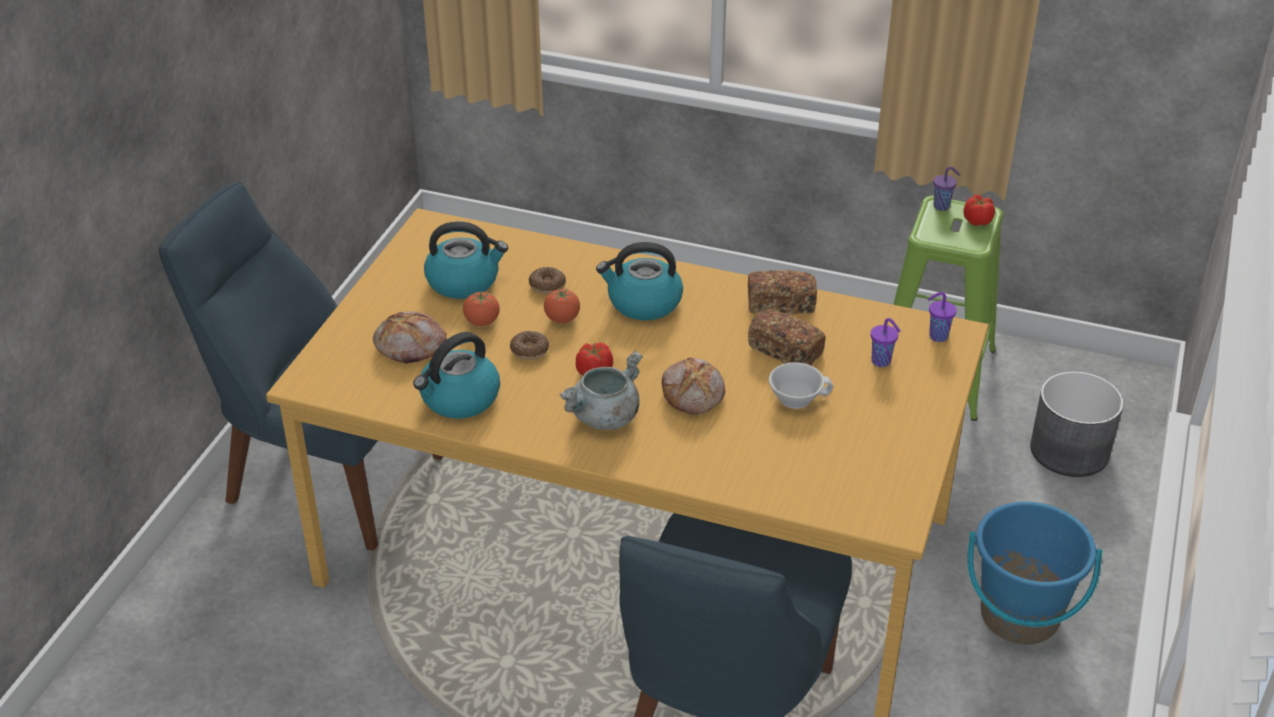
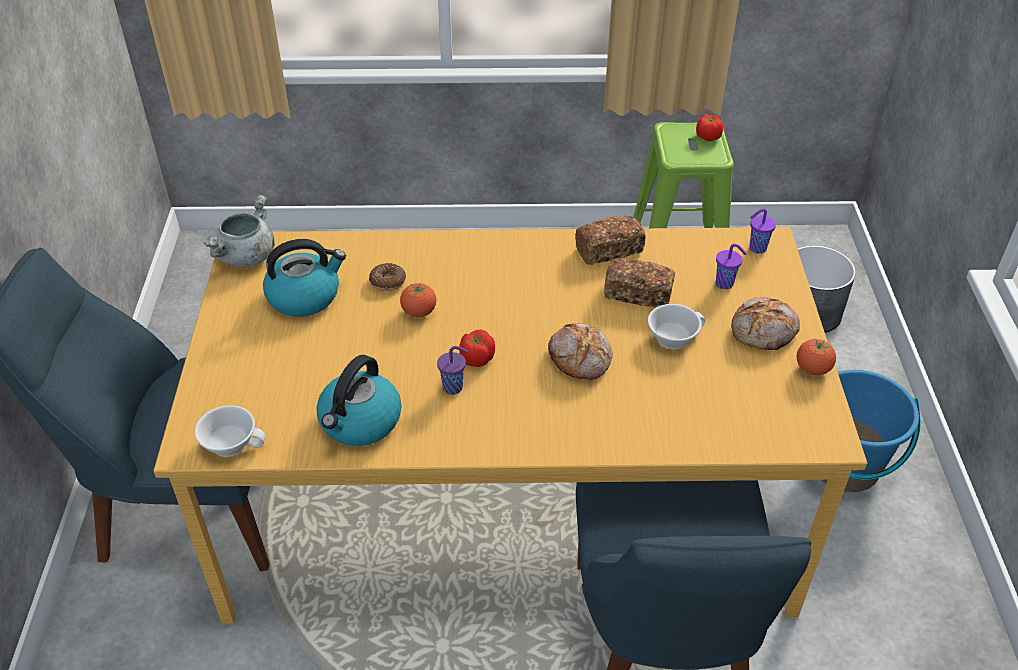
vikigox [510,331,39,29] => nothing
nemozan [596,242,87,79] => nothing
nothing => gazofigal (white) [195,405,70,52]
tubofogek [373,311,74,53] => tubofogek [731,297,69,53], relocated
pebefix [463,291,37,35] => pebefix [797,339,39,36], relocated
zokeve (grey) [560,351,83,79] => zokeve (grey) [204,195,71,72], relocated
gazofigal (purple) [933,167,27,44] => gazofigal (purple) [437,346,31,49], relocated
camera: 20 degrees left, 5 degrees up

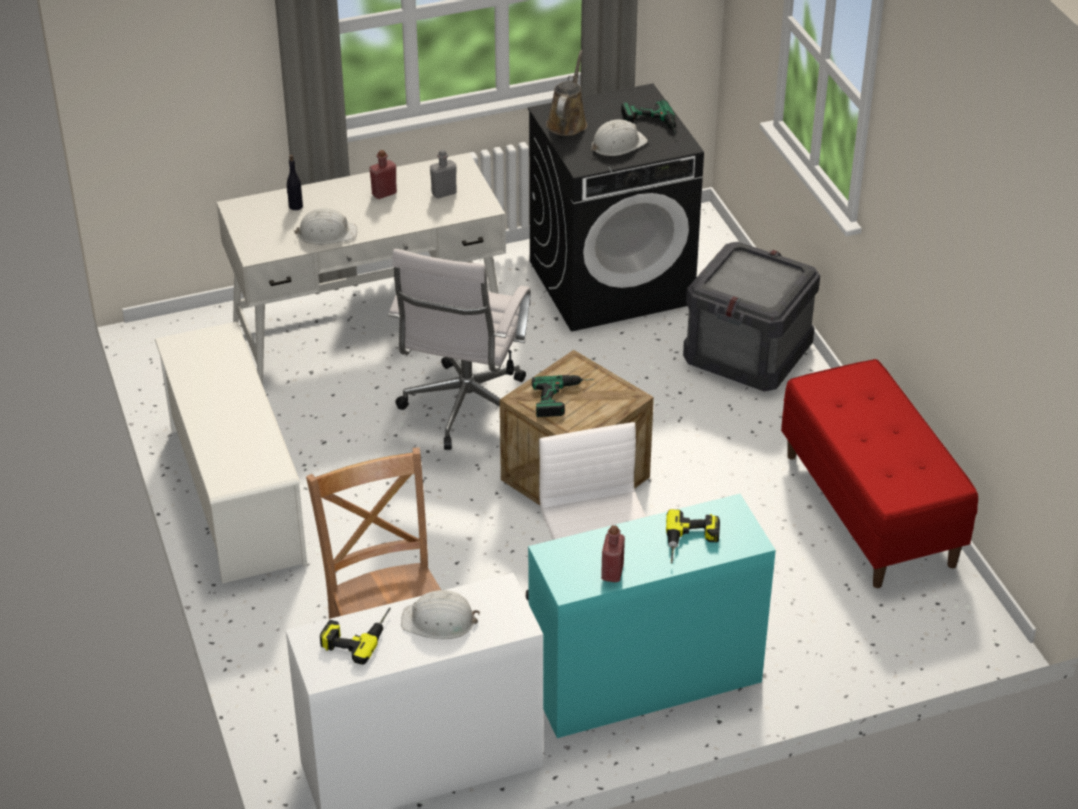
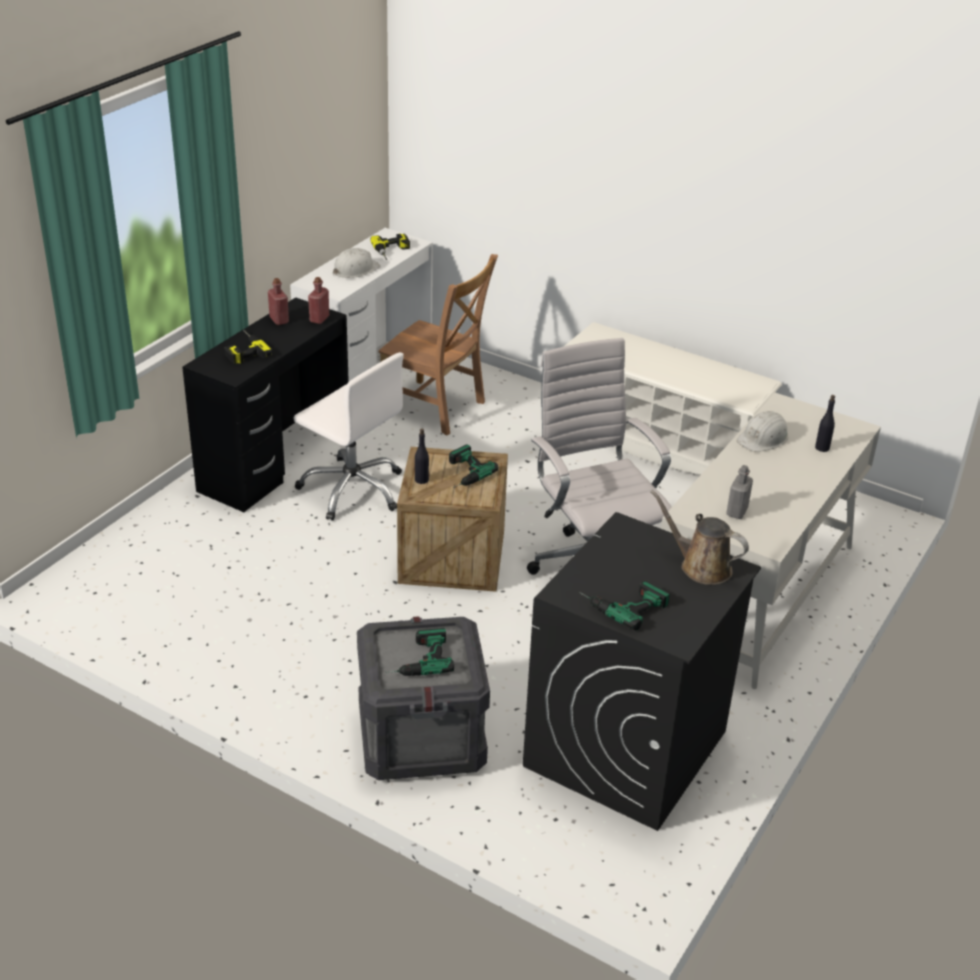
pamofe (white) [591,119,57,37] => nothing
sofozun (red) [781,359,197,229] => nothing
nothing => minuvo [385,628,69,48]
nothing => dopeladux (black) [415,429,14,55]
dopeladux (red) [370,150,27,49] => dopeladux (red) [308,277,21,47], relocated
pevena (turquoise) [528,494,248,244] => pevena (black) [182,297,167,215]
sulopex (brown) [546,50,41,86] => sulopex (brown) [650,490,99,95], 150 degrees clockwise
camera: 140 degrees right, 5 degrees down

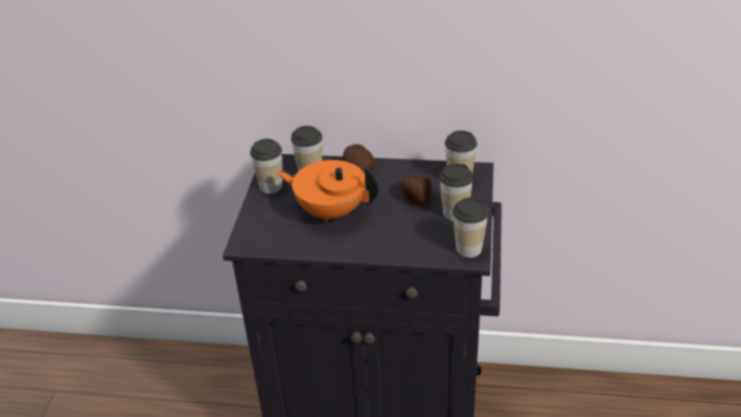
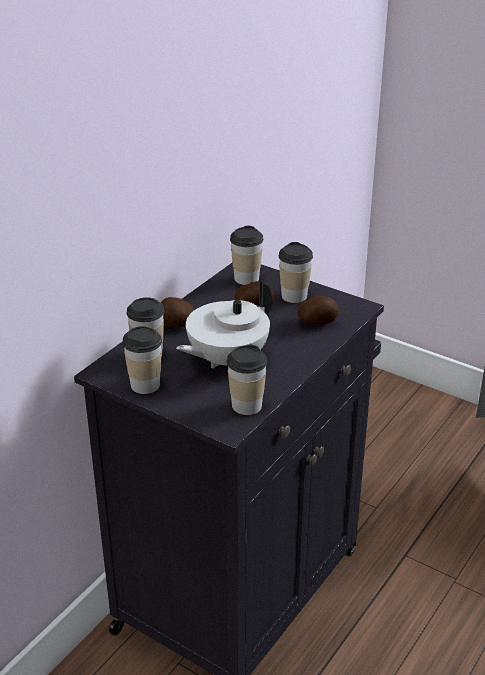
nothing => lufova [298,295,41,30]
gazofigal [453,197,36,61] => gazofigal [227,344,40,71], relocated
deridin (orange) [276,160,103,63] => deridin (white) [176,281,96,88]
camera: 65 degrees left, 5 degrees down

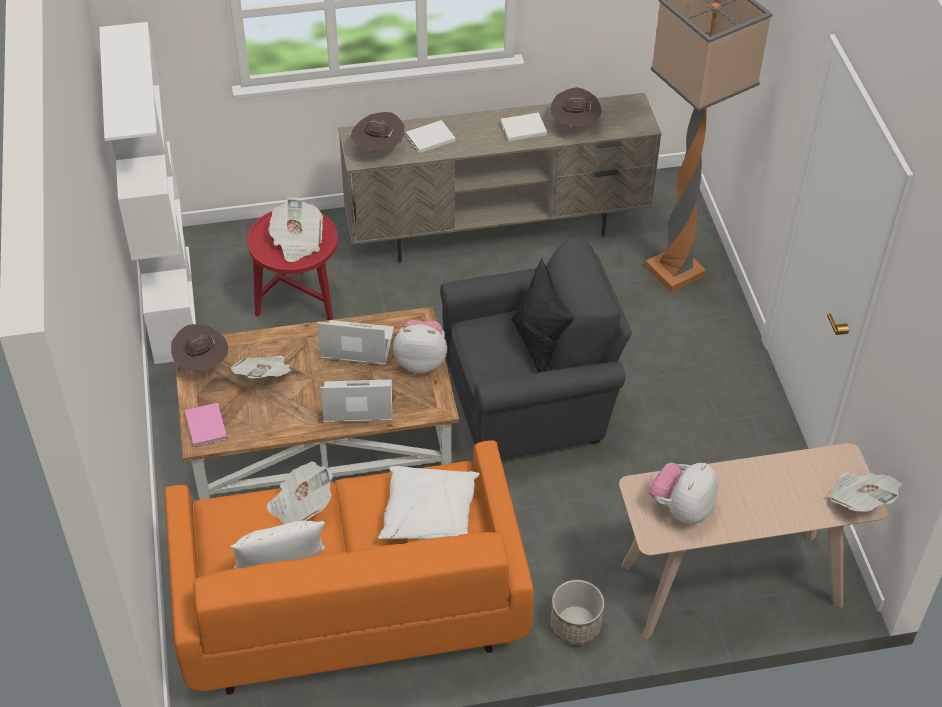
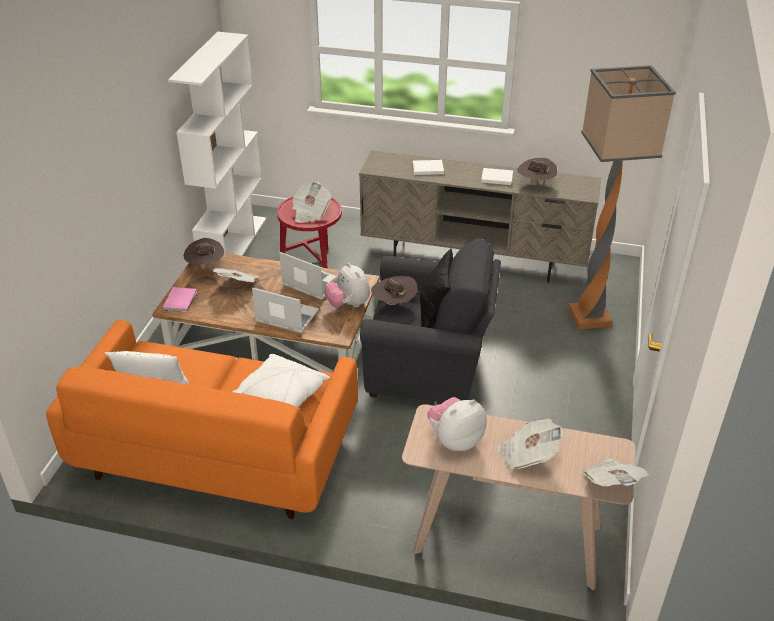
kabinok [550,580,54,65] => nothing
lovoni [267,462,66,62] => lovoni [497,419,67,51], relocated
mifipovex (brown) [351,112,54,40] => mifipovex (brown) [371,276,47,29], relocated
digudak [393,320,54,53] => digudak [325,263,45,44], 150 degrees counterclockwise
camera: 25 degrees right, 10 degrees down

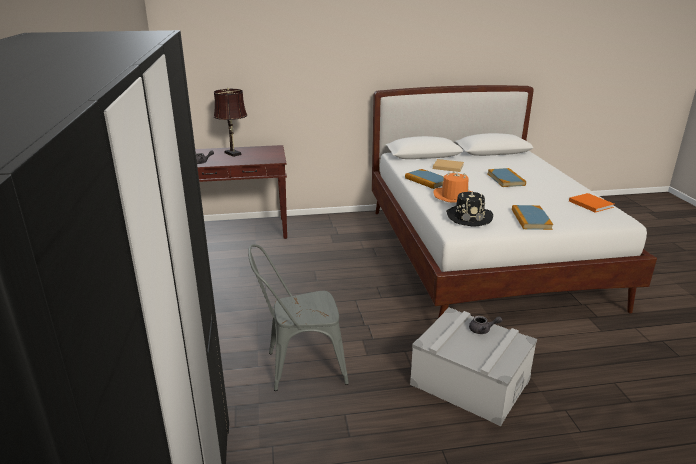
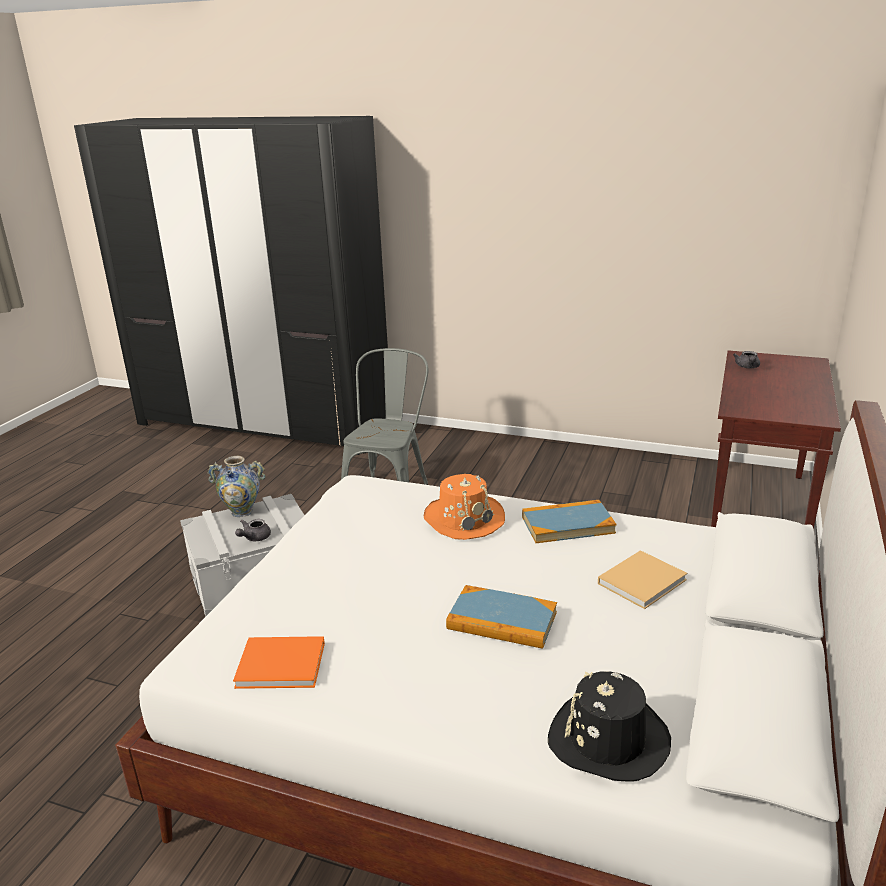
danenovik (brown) [214,88,33,69] => nothing
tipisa [512,205,41,25] => nothing
nothing => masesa [207,456,59,61]
mifipovex (black) [446,192,47,35] => mifipovex (black) [548,671,123,111], relocated
camera: 120 degrees right, 0 degrees up

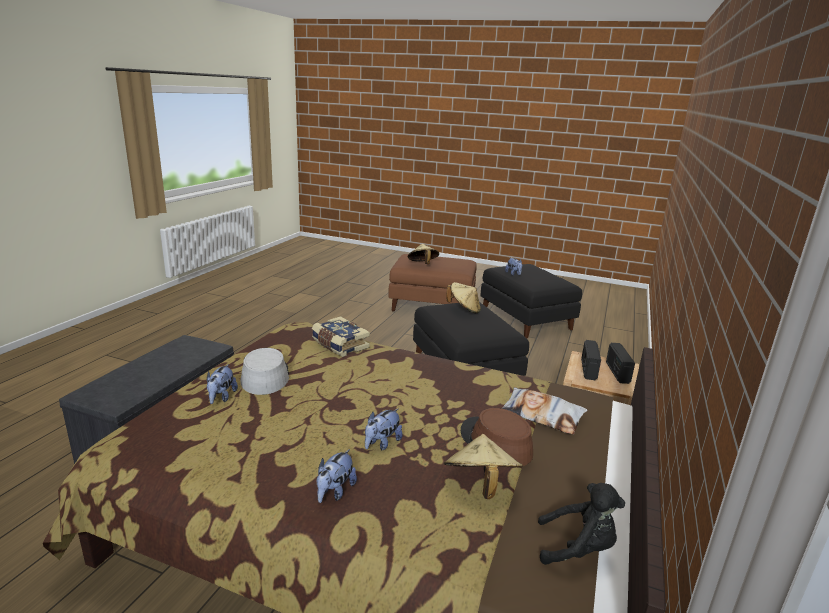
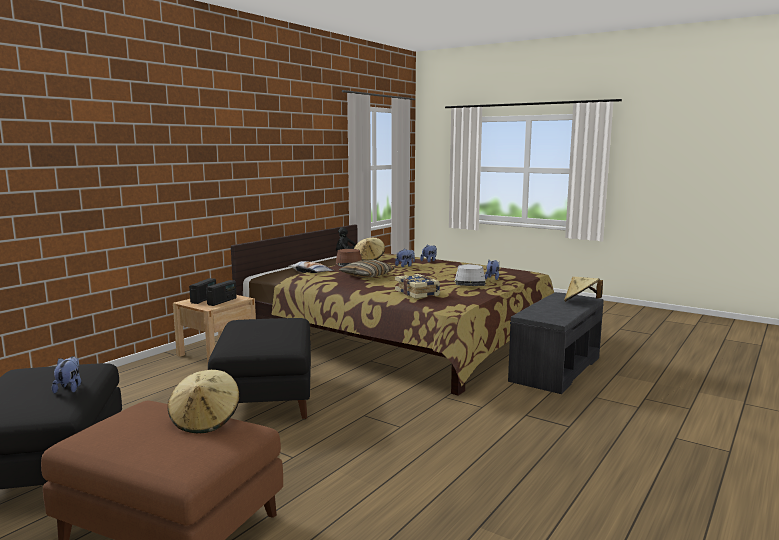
nothing => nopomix [339,260,56,18]
mifipovex (beige) [446,282,35,31] => mifipovex (beige) [564,277,39,25], relocated
camera: 165 degrees left, 10 degrees down

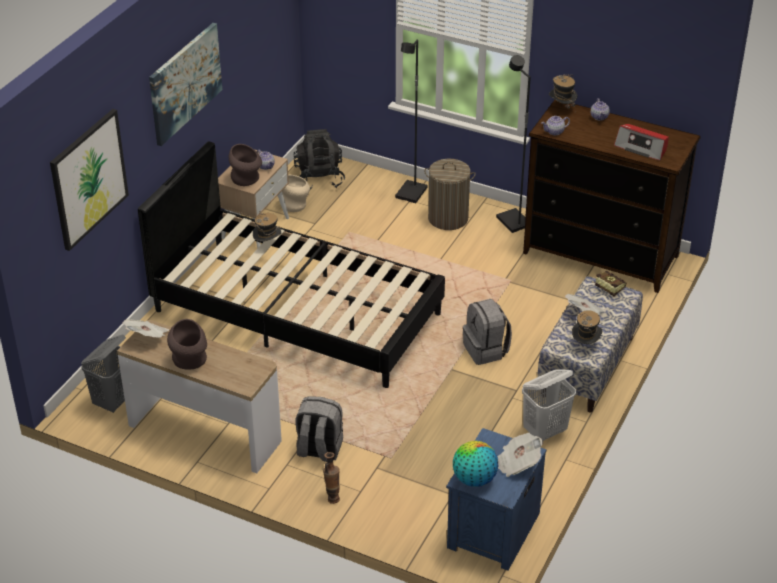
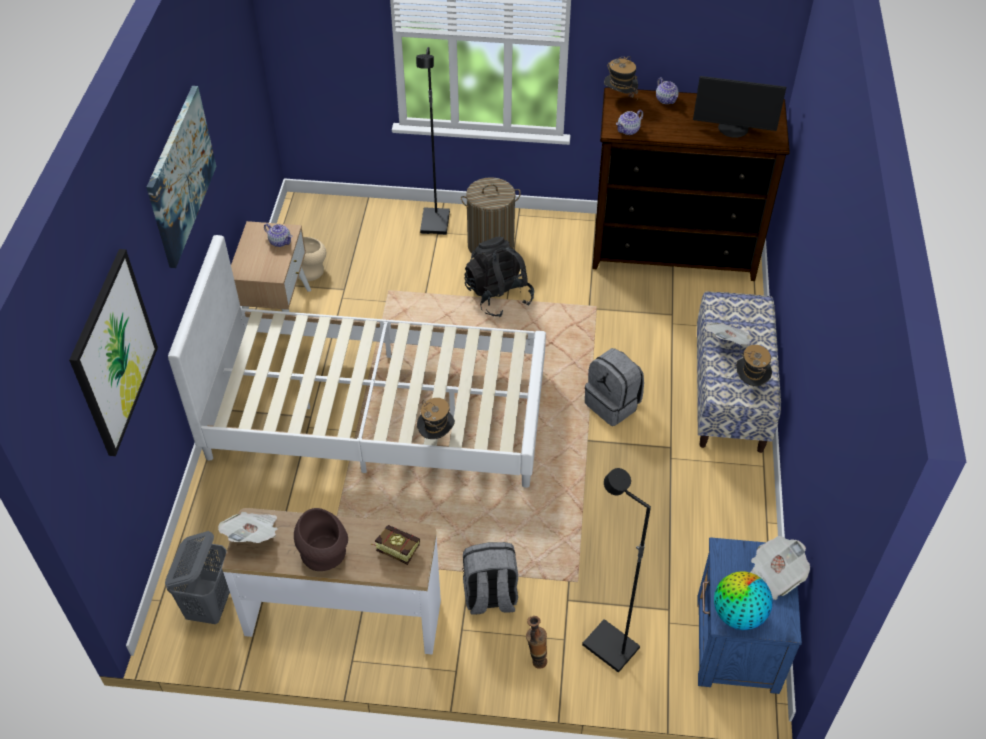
masesa (brown) [229,144,33,42] => nothing
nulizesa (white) [522,369,54,72] => nothing
mifipovex [253,212,29,30] => mifipovex [417,398,38,41], relocated
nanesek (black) [294,129,51,61] => nanesek (black) [464,237,70,80], relocated
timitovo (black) [496,55,35,178] => timitovo (black) [582,468,69,205], relocated
tipisa [593,271,33,25] => tipisa [371,525,49,40], relocated
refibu [614,124,55,37] => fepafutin [693,76,93,62]
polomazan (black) [138,142,307,246] => polomazan (white) [168,235,378,253]
camera: 20 degrees left, 10 degrees up

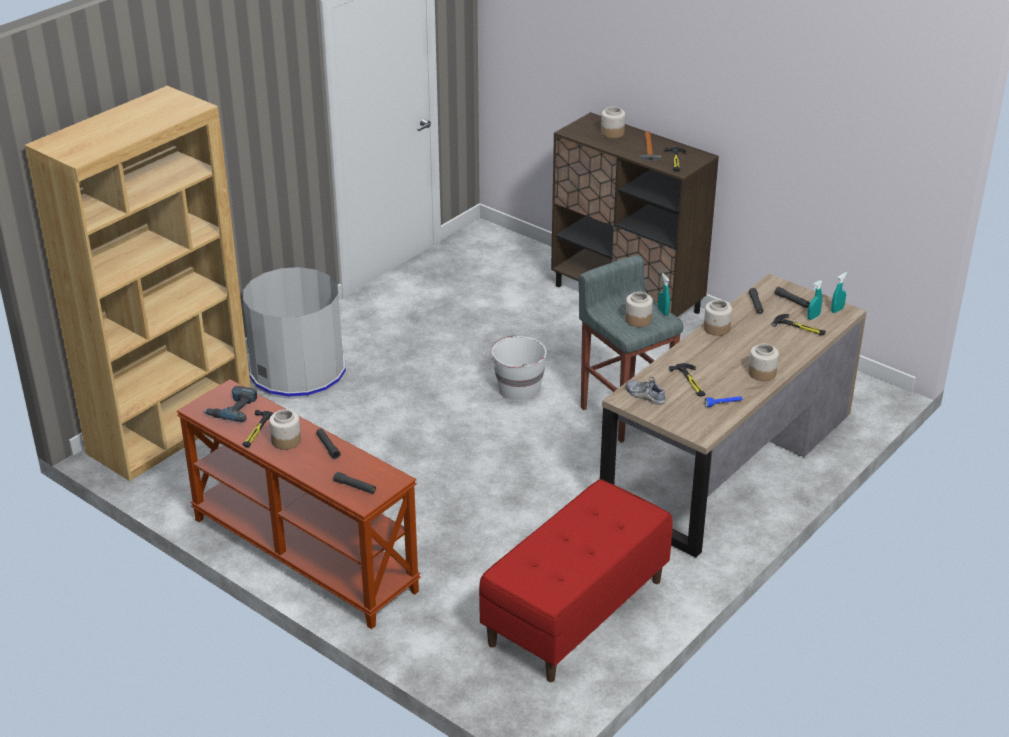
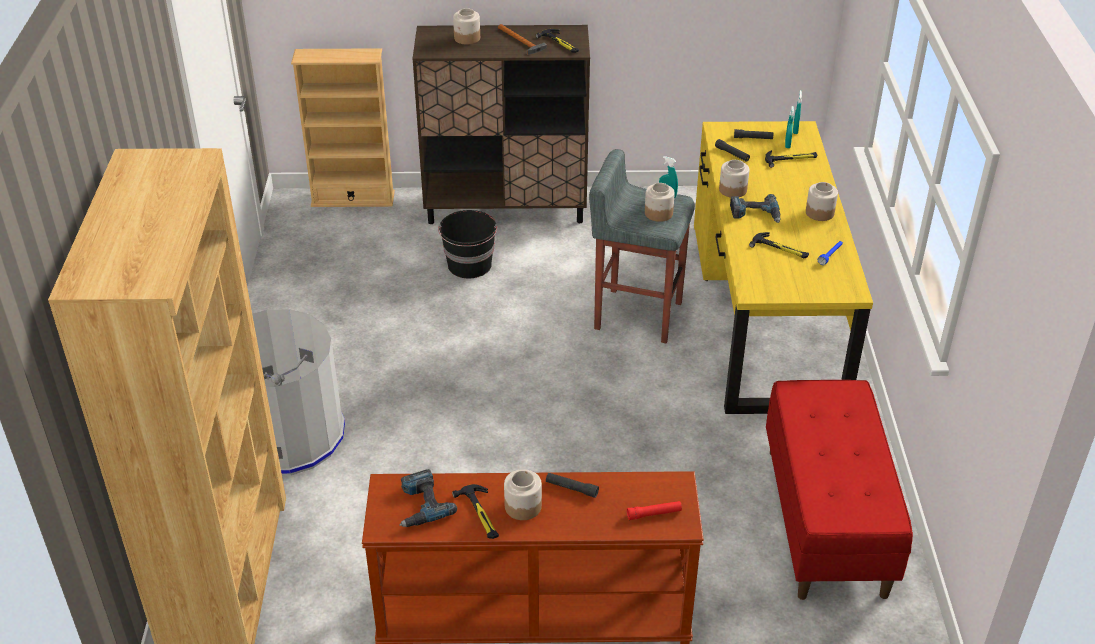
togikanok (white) [489,335,58,66] => nothing
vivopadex [626,377,40,28] => nothing
nothing => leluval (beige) [291,48,104,159]
nothing => togikanok (black) [438,210,59,69]
nothing => minuvo [730,194,51,29]
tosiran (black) [333,472,43,22] => tosiran (red) [627,501,55,19]
pevena (brown) [600,274,267,284] => pevena (yellow) [694,121,179,293]
camera: 40 degrees left, 5 degrees up

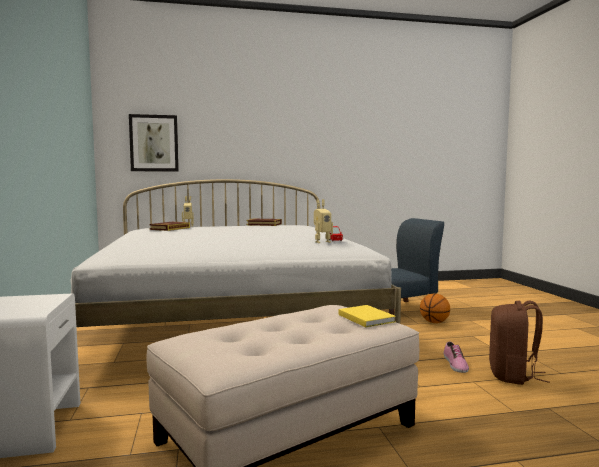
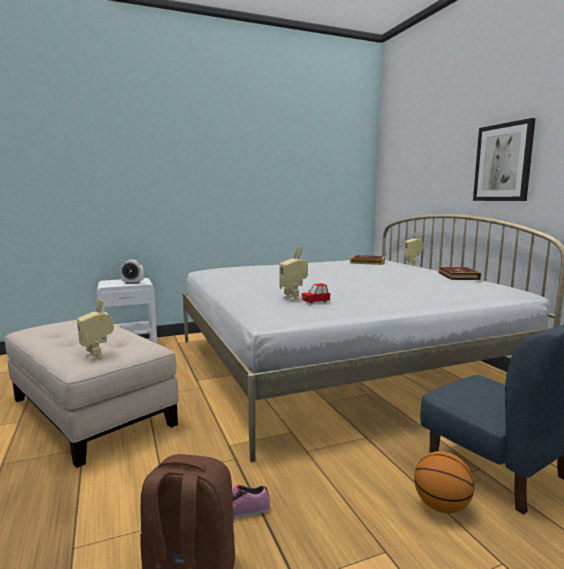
nothing => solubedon [120,260,24,24]
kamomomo [129,114,50,58] => kamomomo [473,118,63,83], relocated
tipisa (yellow) [338,305,58,22] => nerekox [77,299,37,62]
camera: 80 degrees right, 5 degrees up

